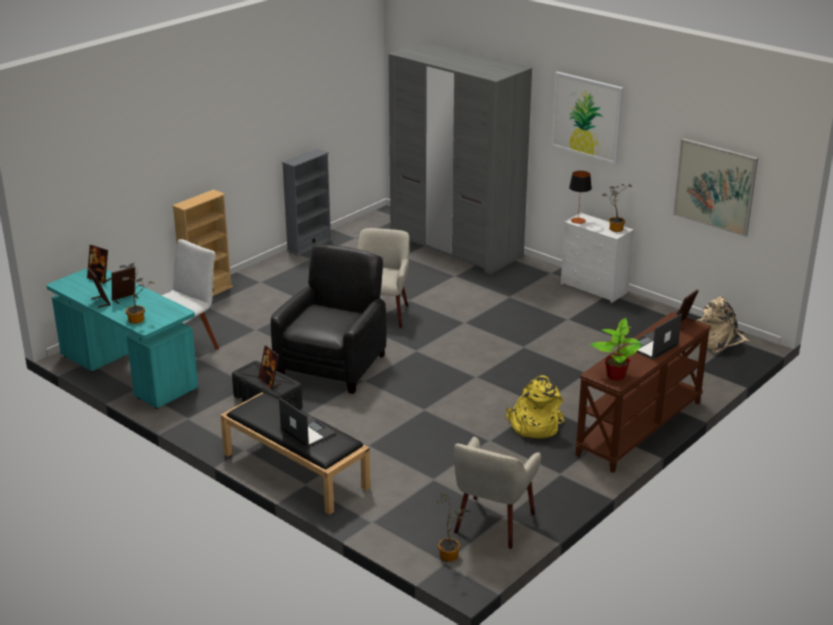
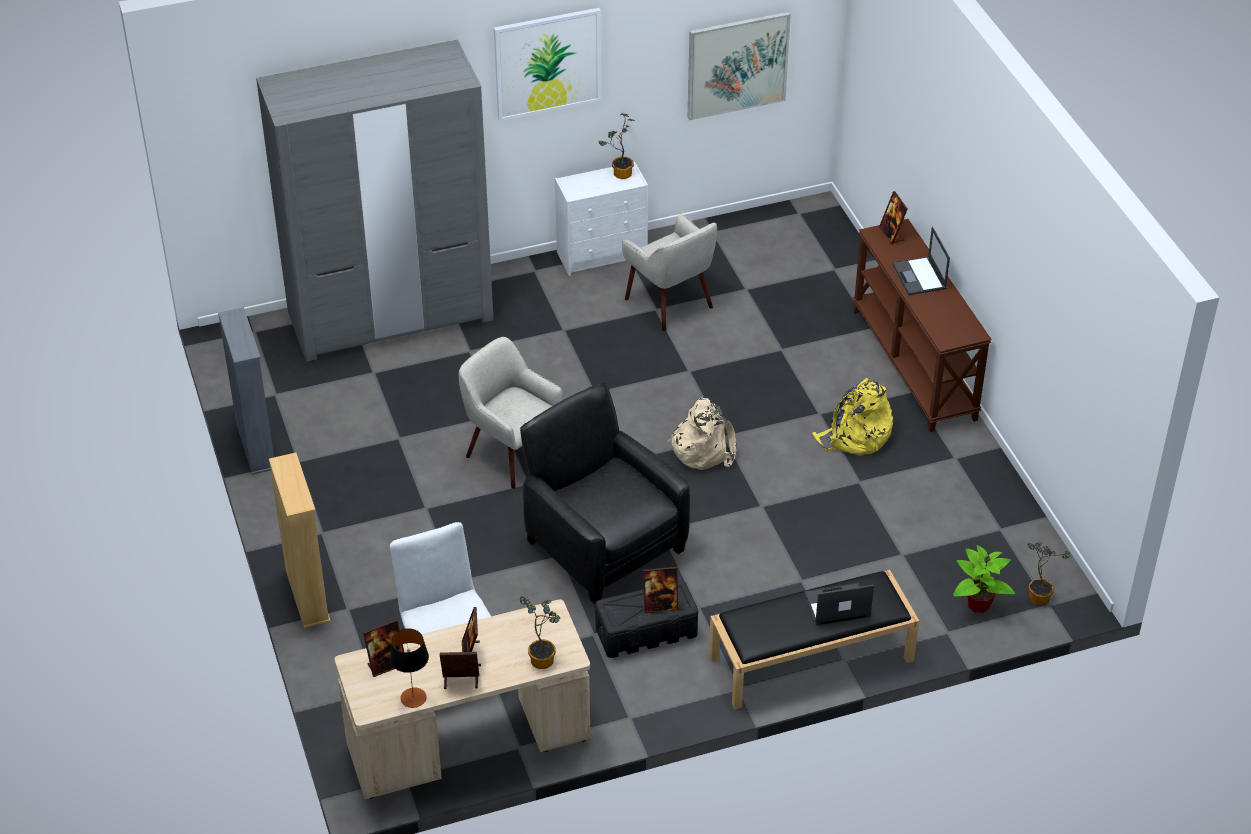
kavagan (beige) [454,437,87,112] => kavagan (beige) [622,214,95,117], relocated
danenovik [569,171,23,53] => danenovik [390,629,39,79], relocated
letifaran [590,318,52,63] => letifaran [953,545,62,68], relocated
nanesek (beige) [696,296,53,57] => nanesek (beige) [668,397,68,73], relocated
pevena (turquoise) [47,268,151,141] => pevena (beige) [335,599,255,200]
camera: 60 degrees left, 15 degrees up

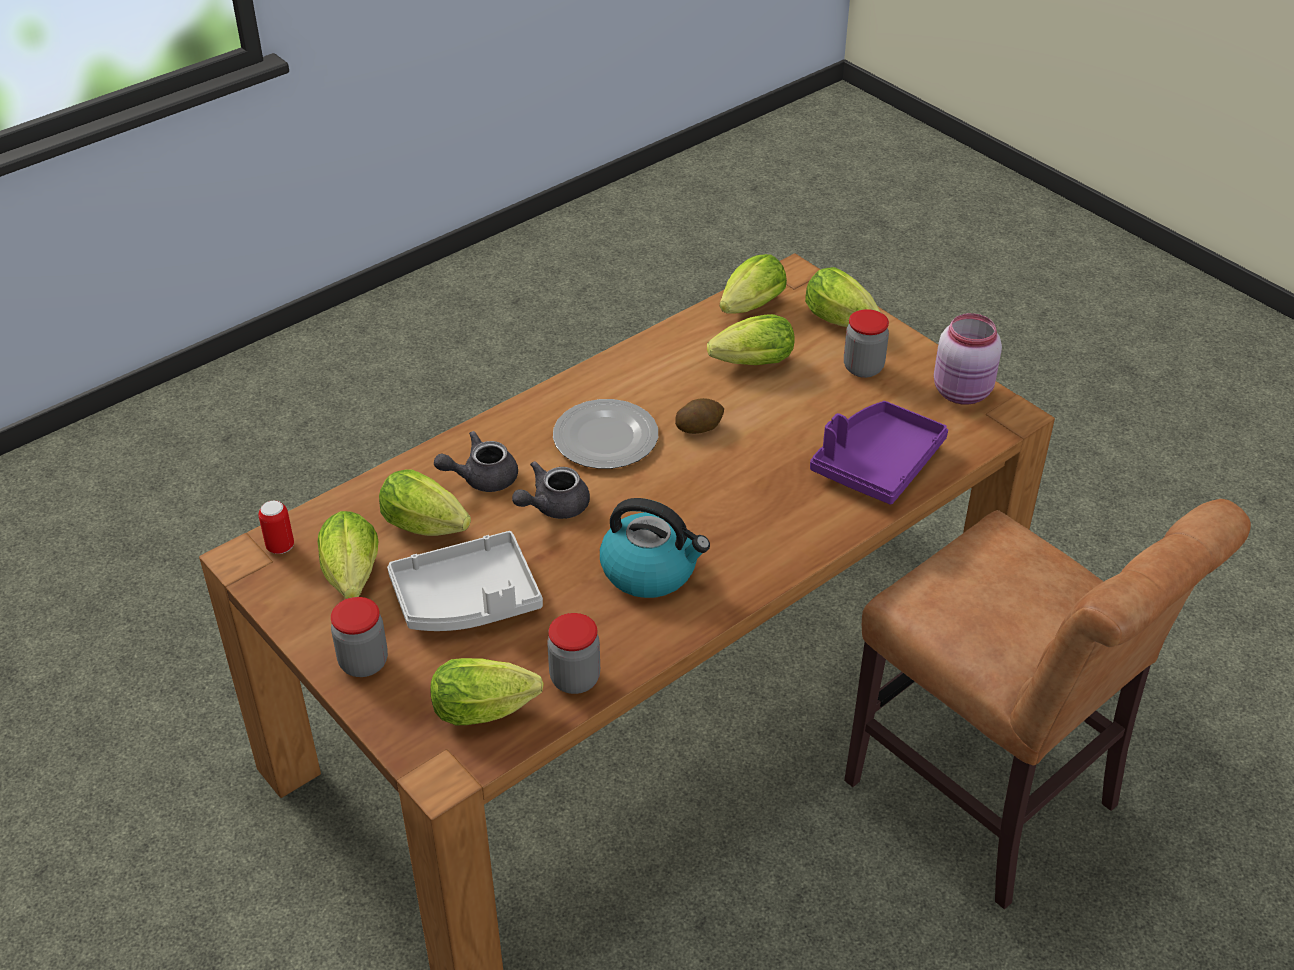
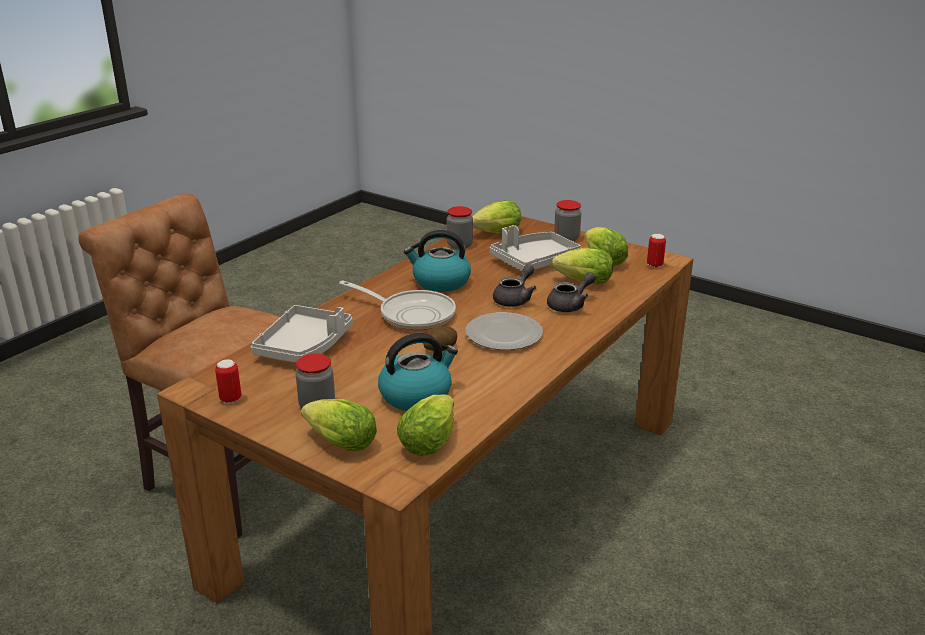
nothing => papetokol [339,280,117,50]
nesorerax [707,314,88,51] => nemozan [378,333,80,78]
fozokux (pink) [934,313,68,92] => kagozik [215,359,27,44]
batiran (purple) [810,401,138,103] => batiran (grey) [251,305,102,58]
camera: 165 degrees right, 15 degrees down

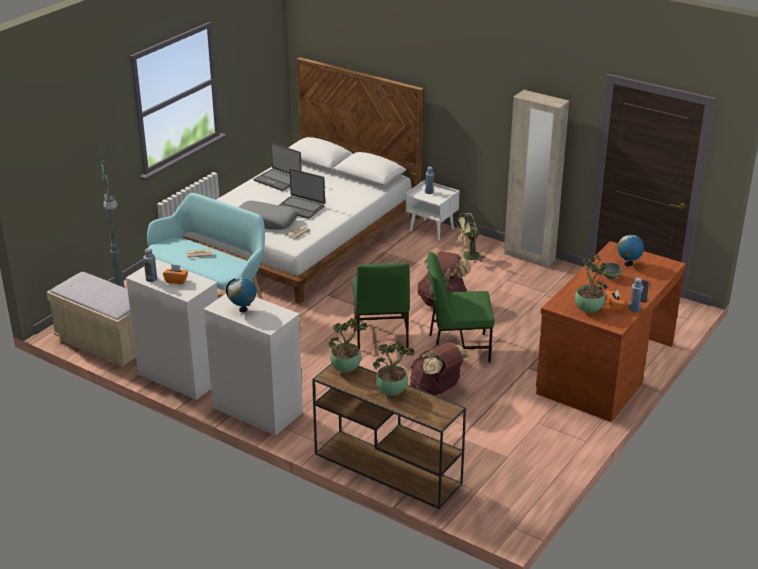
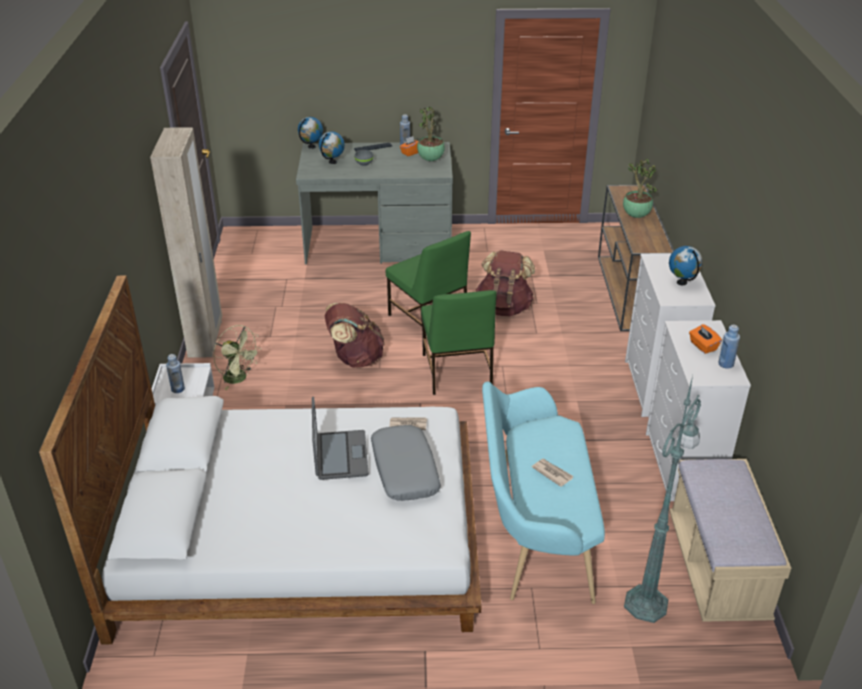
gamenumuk [254,142,48,49] => nothing
letifaran [329,318,39,54] => nothing
nothing => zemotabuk [298,117,25,32]
pevena (brown) [536,241,150,181] => pevena (grey) [296,142,157,123]
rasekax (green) [353,263,57,86] => rasekax (green) [421,290,75,105], 120 degrees clockwise
camera: 125 degrees left, 5 degrees up

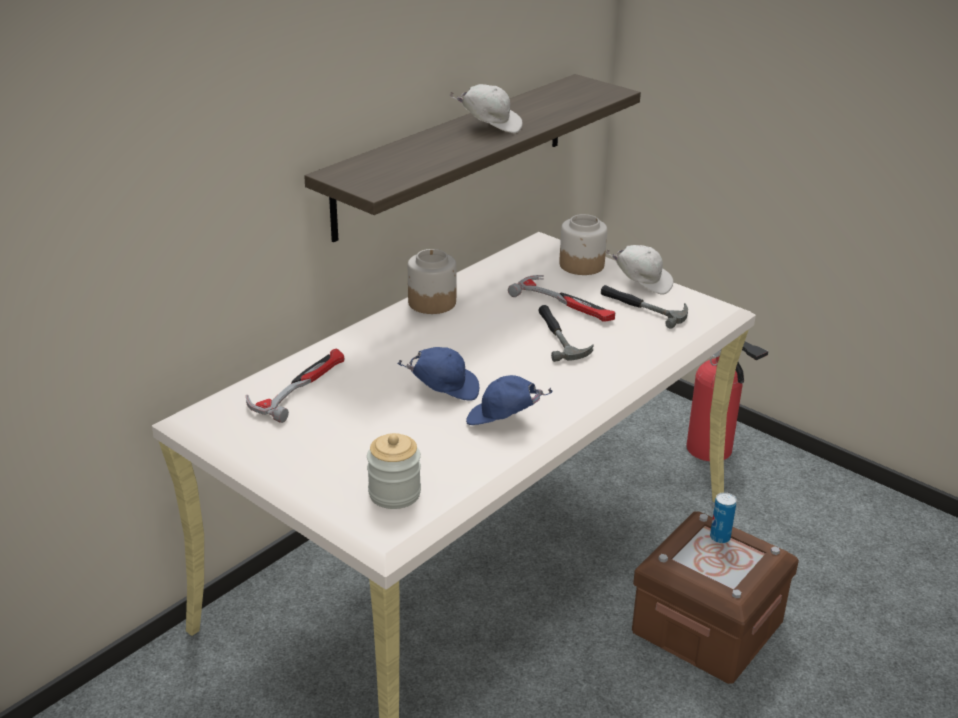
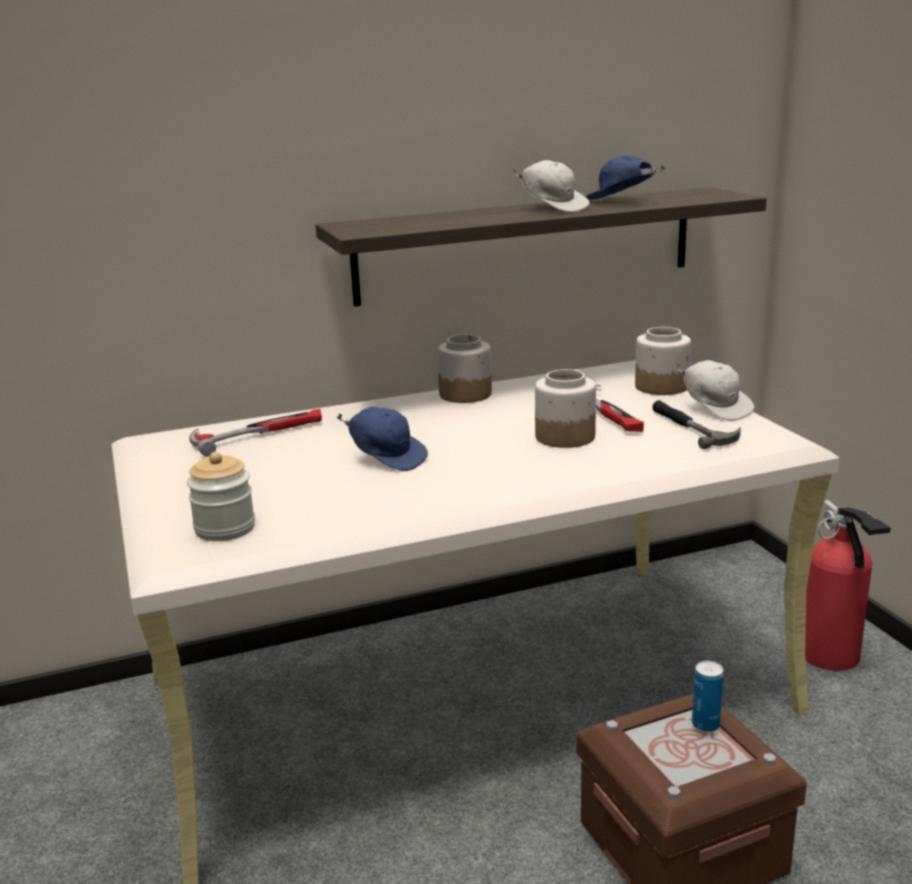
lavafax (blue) [466,375,86,50] => lavafax (blue) [585,156,80,44], relocated
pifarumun [538,305,56,57] => fozokux [535,369,61,79]
camera: 30 degrees right, 10 degrees down

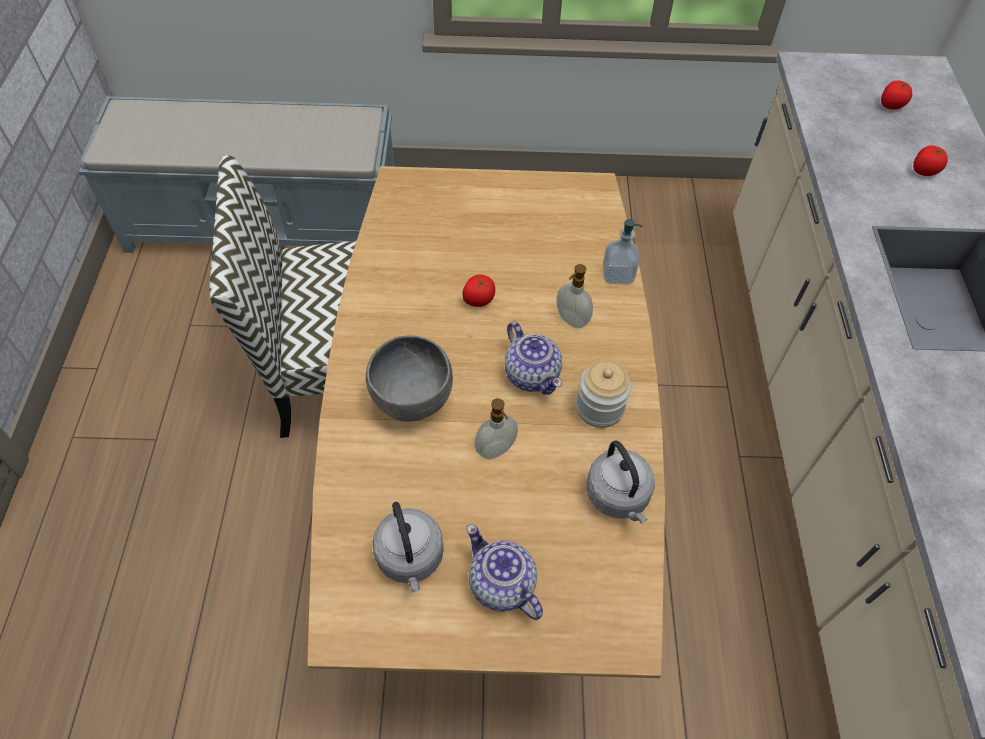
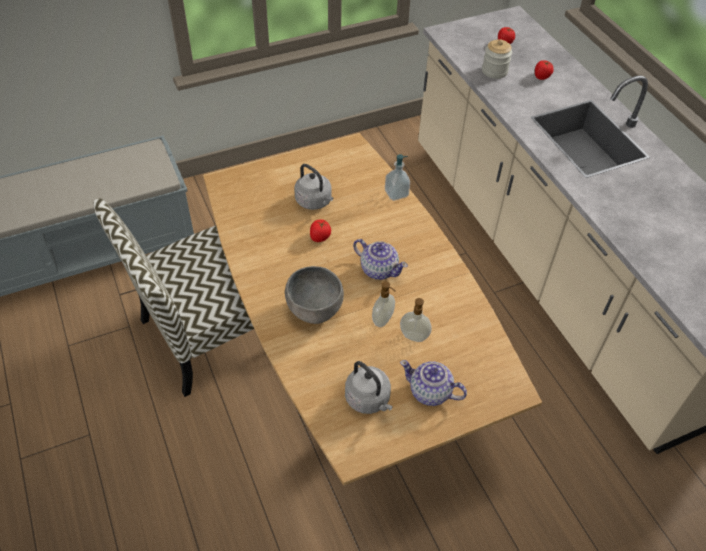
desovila [556,264,37,64] => desovila [400,298,31,44], relocated
fozokux [576,360,55,68] => fozokux [482,39,30,40], relocated
nemozan (grey) [586,441,69,83] => nemozan (grey) [295,164,38,46], relocated
camera: 25 degrees left, 5 degrees down

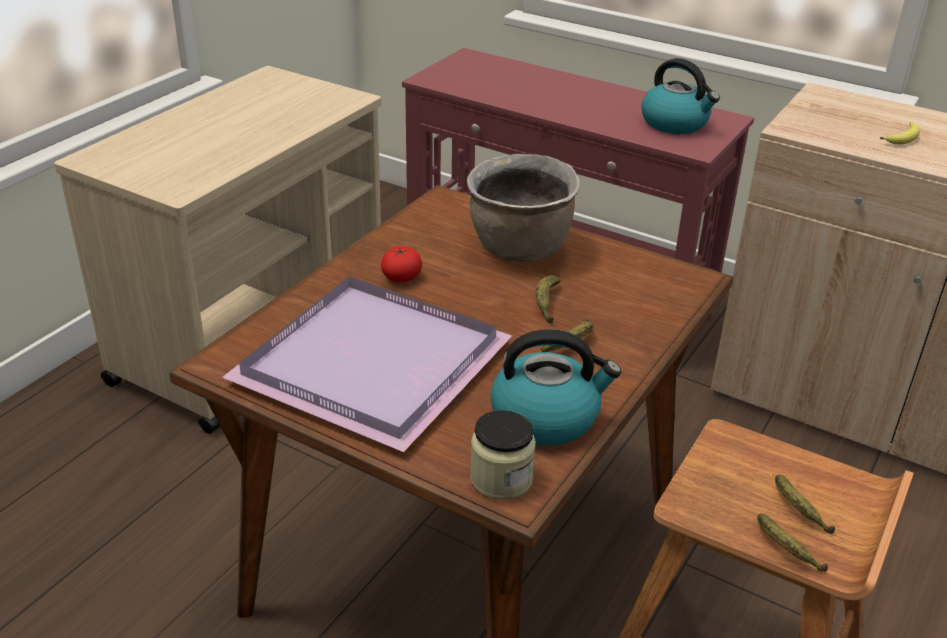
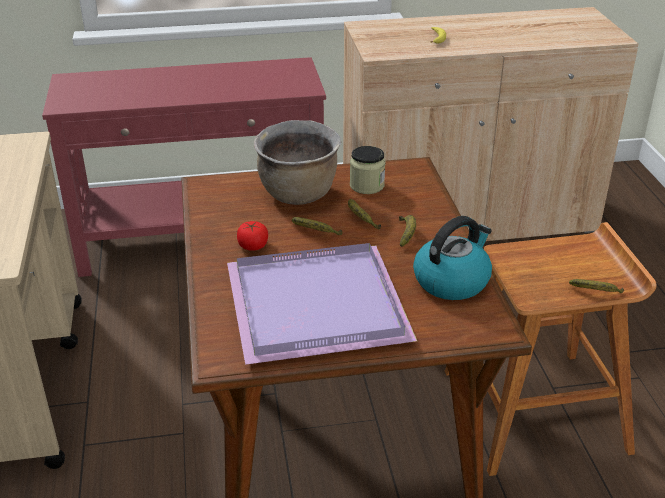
nemozan [642,58,78,76] => nothing
fozokux [470,410,66,90] => fozokux [350,146,35,48], relocated
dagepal [775,474,60,60] => dagepal [292,217,51,18], relocated
camera: 40 degrees left, 0 degrees up

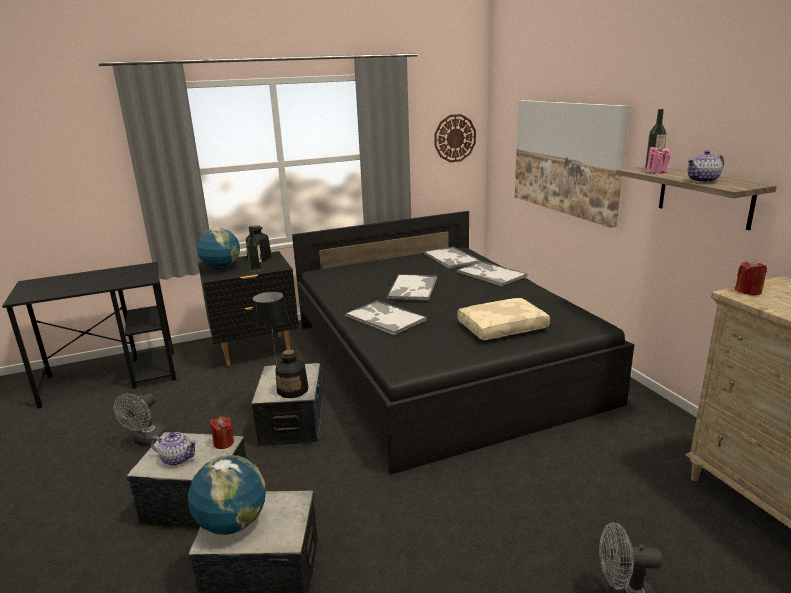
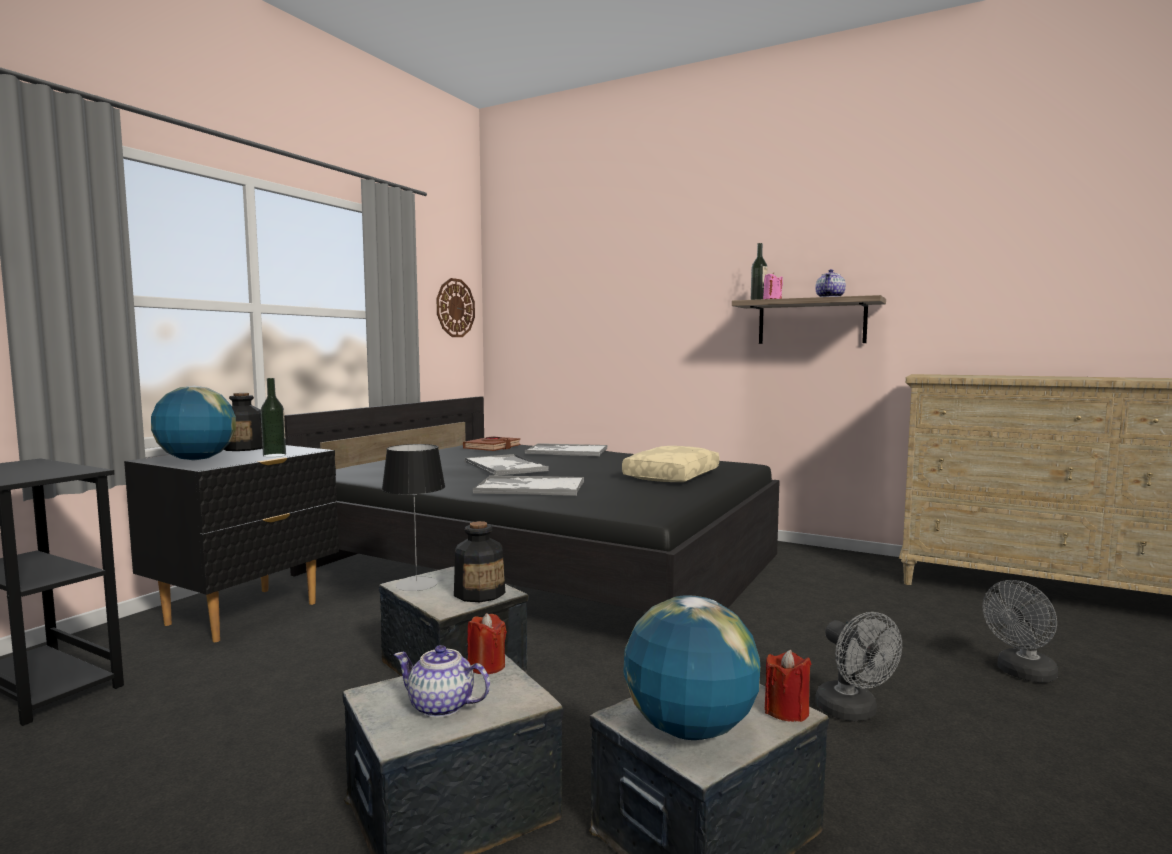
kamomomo [515,100,114,128] => nothing
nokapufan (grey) [113,393,53,53] => nokapufan (grey) [815,612,87,109], relocated
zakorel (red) [735,260,32,35] => zakorel (red) [765,650,46,72], relocated
batiran [424,247,57,22] => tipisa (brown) [463,436,58,15]
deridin [151,432,47,34] => deridin [394,645,96,73], 135 degrees counterclockwise
camera: 40 degrees left, 15 degrees down

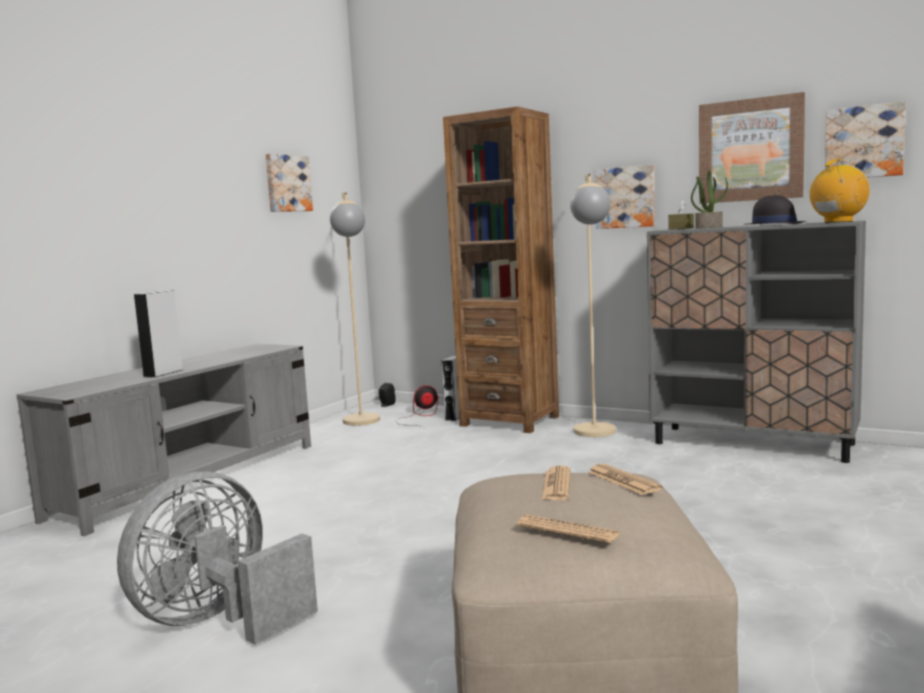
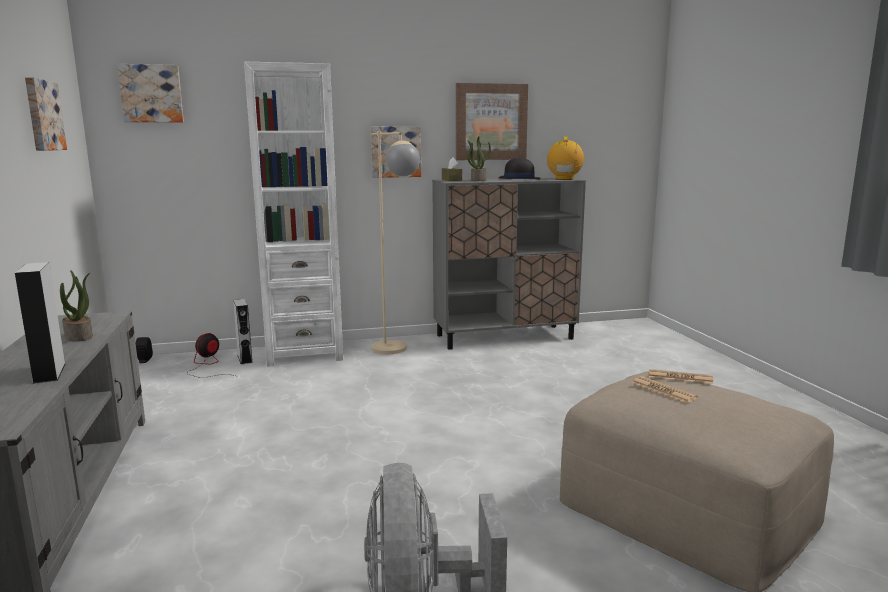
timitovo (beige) [330,192,50,234] => nothing
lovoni [517,515,103,28] => nothing
nothing => letifaran [60,270,33,71]
kamomomo [825,101,81,77] => kamomomo [117,64,67,58], relocated
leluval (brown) [443,106,116,327] => leluval (white) [244,62,99,305]
camera: 45 degrees left, 5 degrees up

